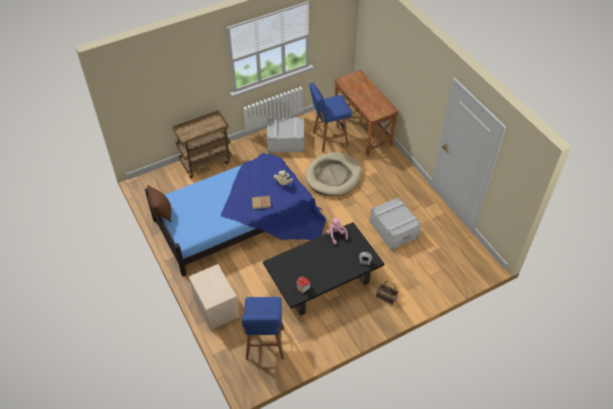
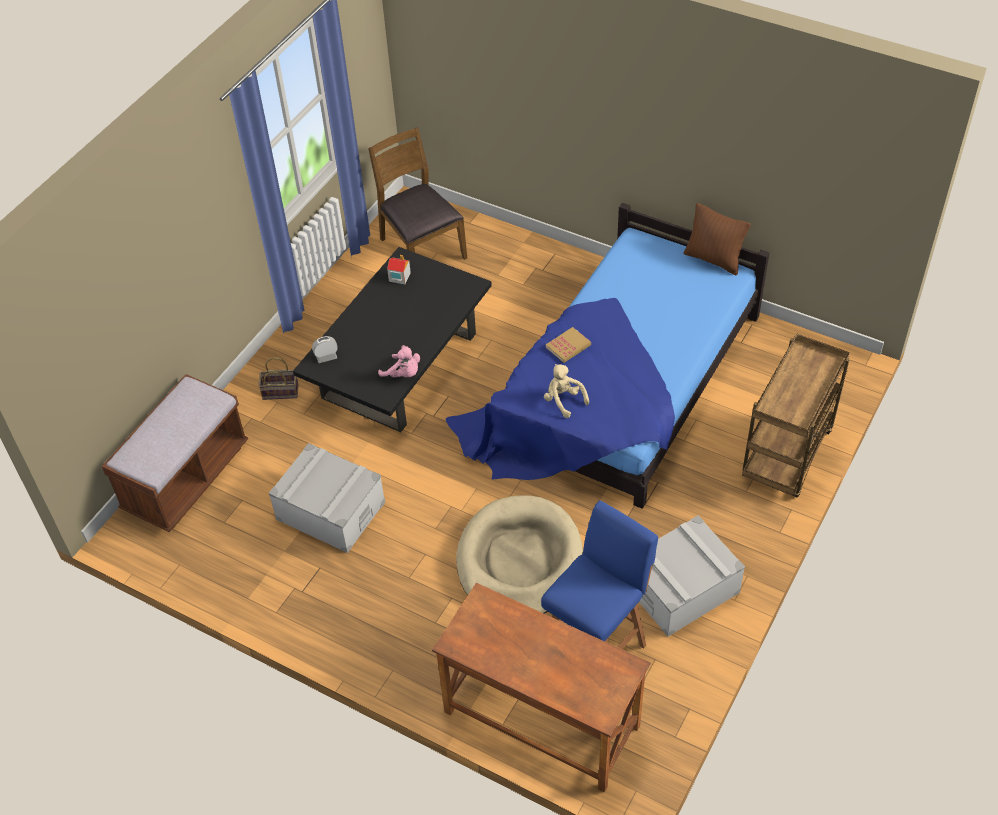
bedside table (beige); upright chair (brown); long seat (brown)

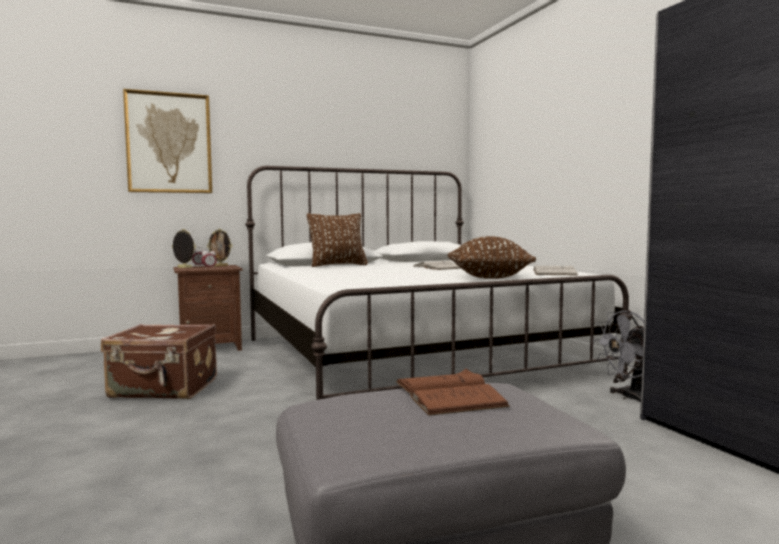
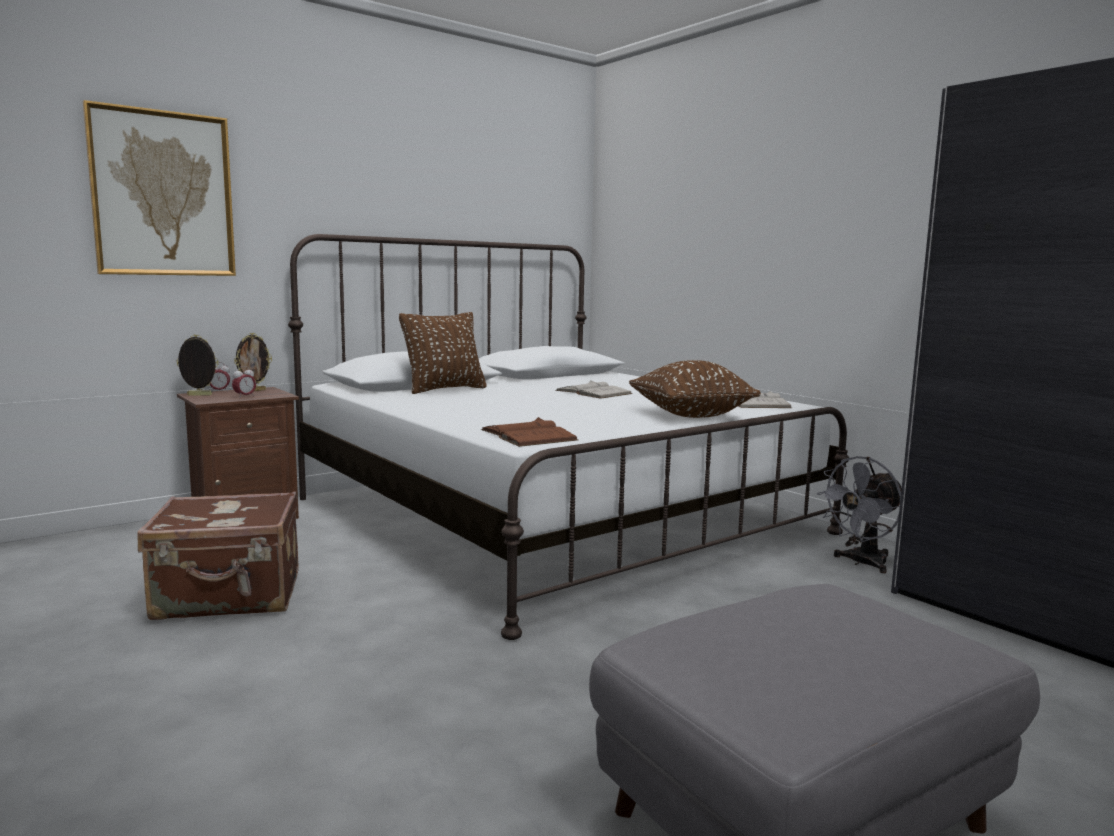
volume (brown)

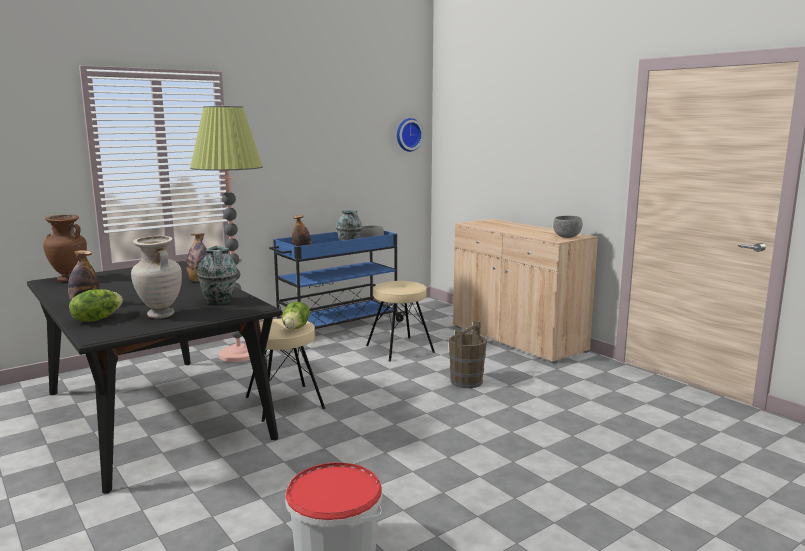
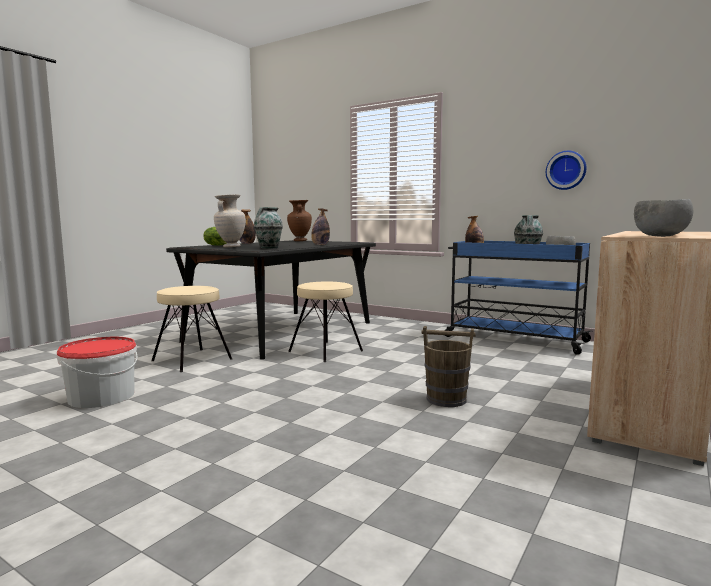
standing lamp; lettuce head (2nd from left in the first image); stool seat (beige) (1st from left); hanging clock

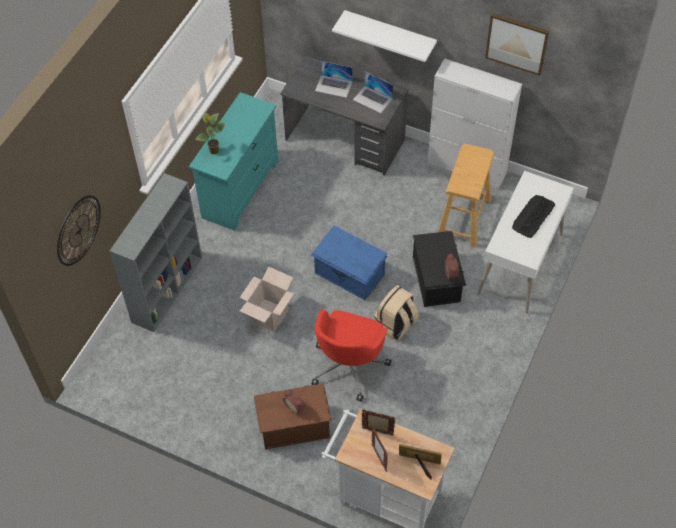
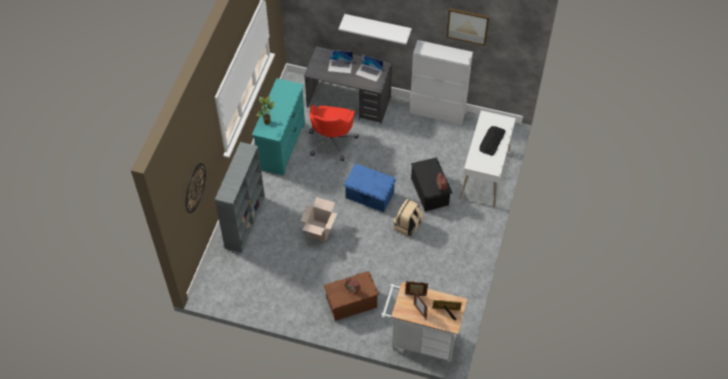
office chair (red-coloured); stool seat (beige)

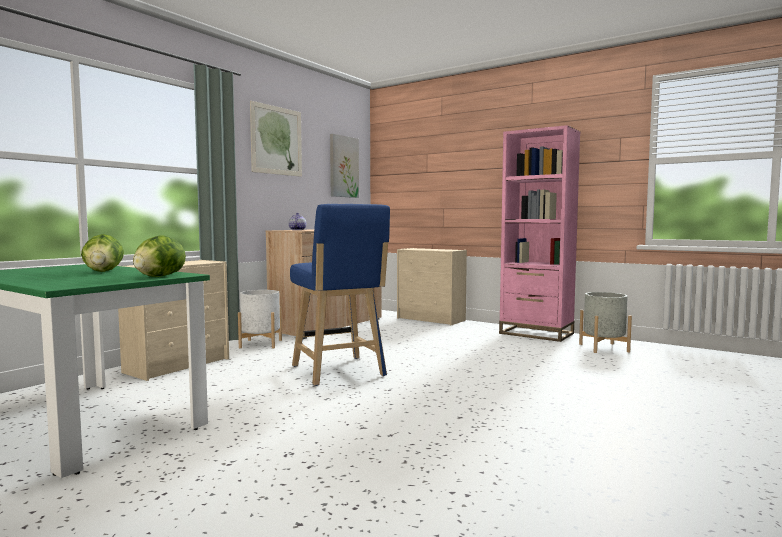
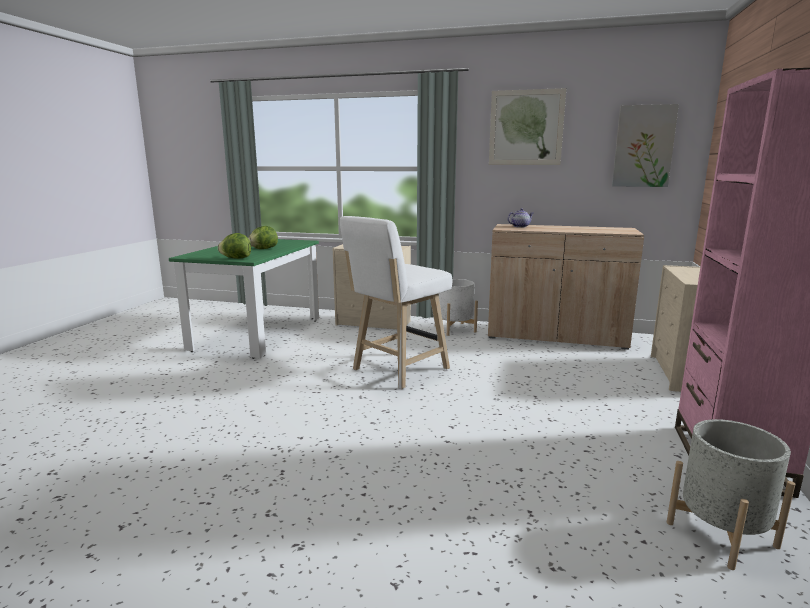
stool seat (whitish)

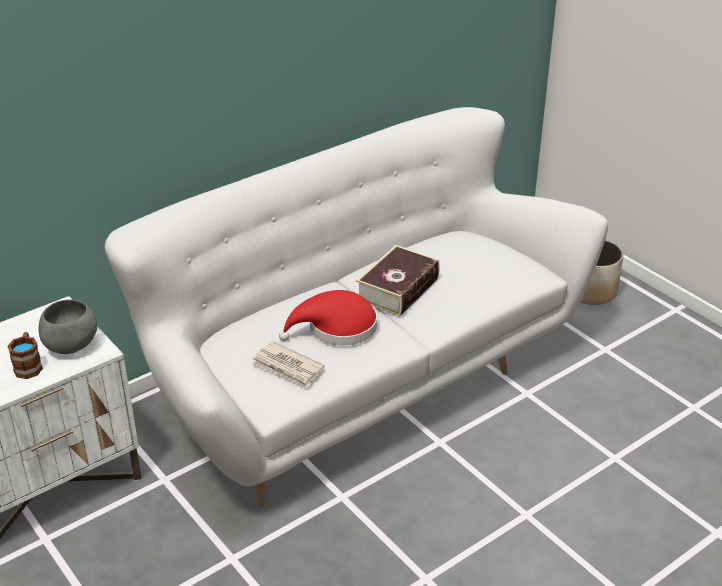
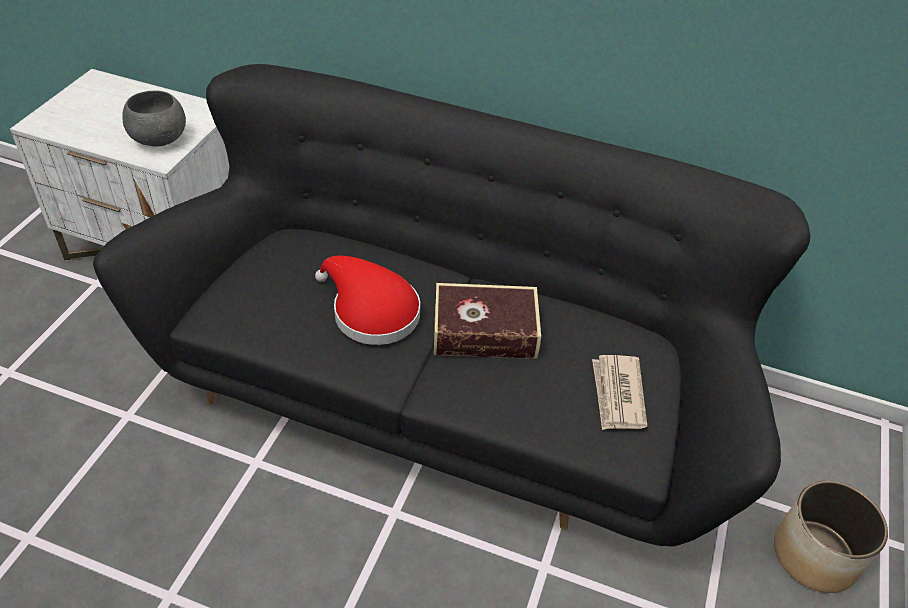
mug; couch (black); daily paper

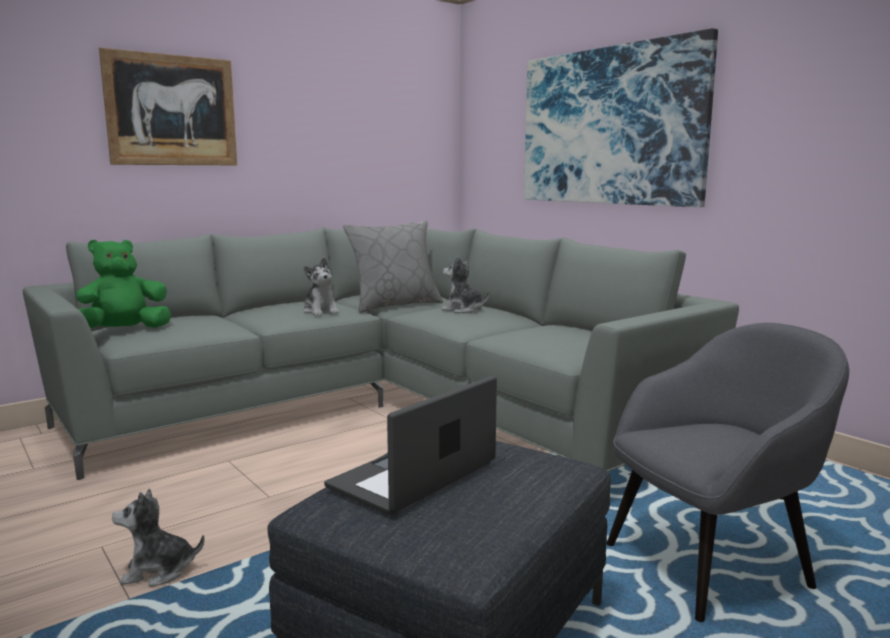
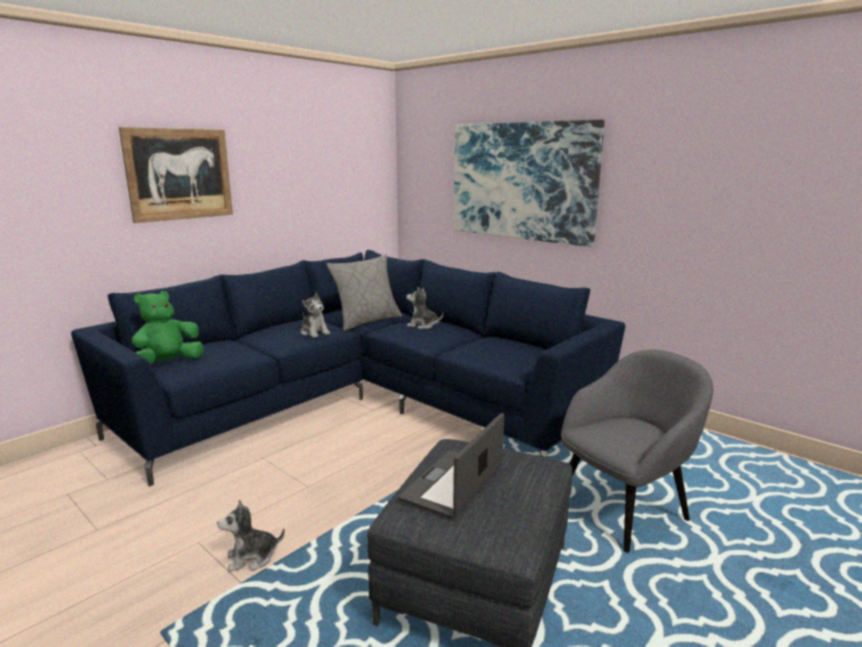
couch (bluish)

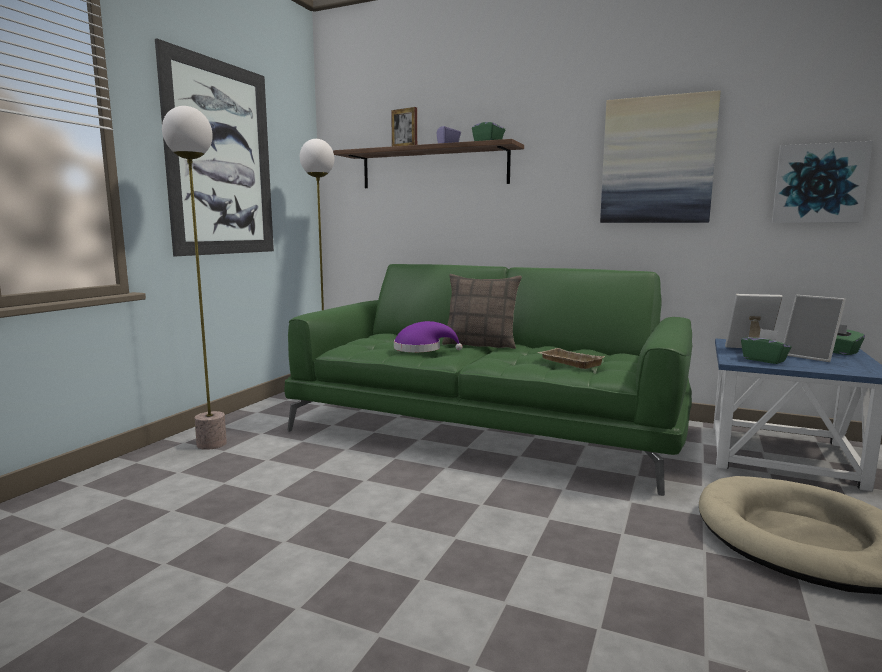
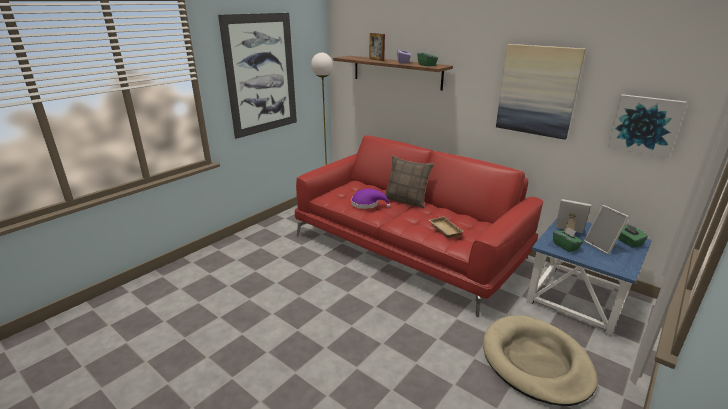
standing lamp (1st from left in the first image); couch (red-coloured)

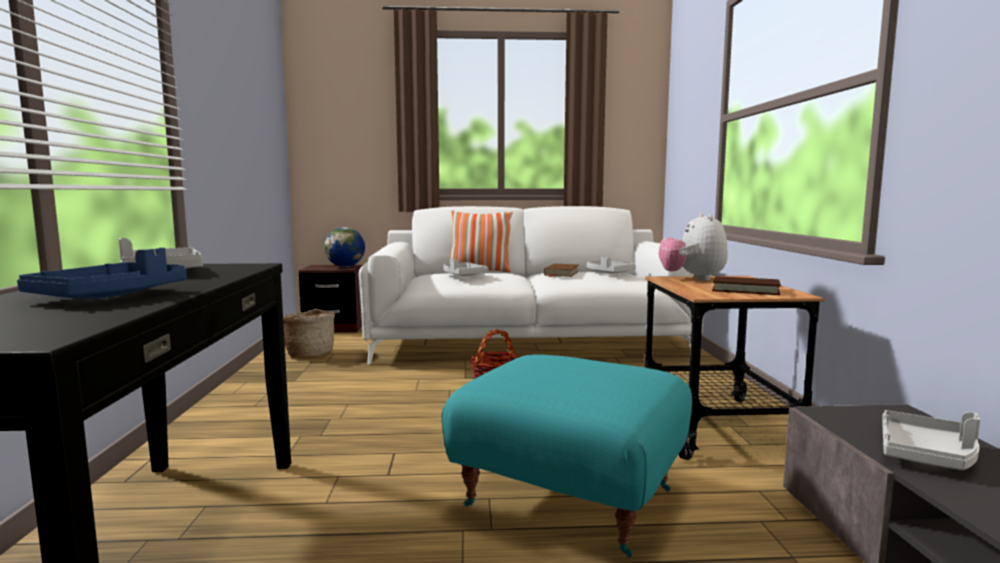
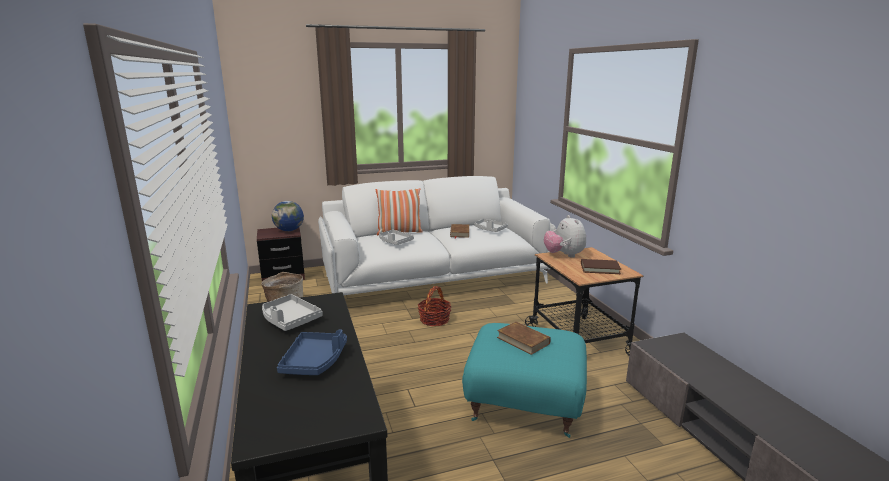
serving tray (grey) (4th from left in the first image); volume (brown) (2nd from left)

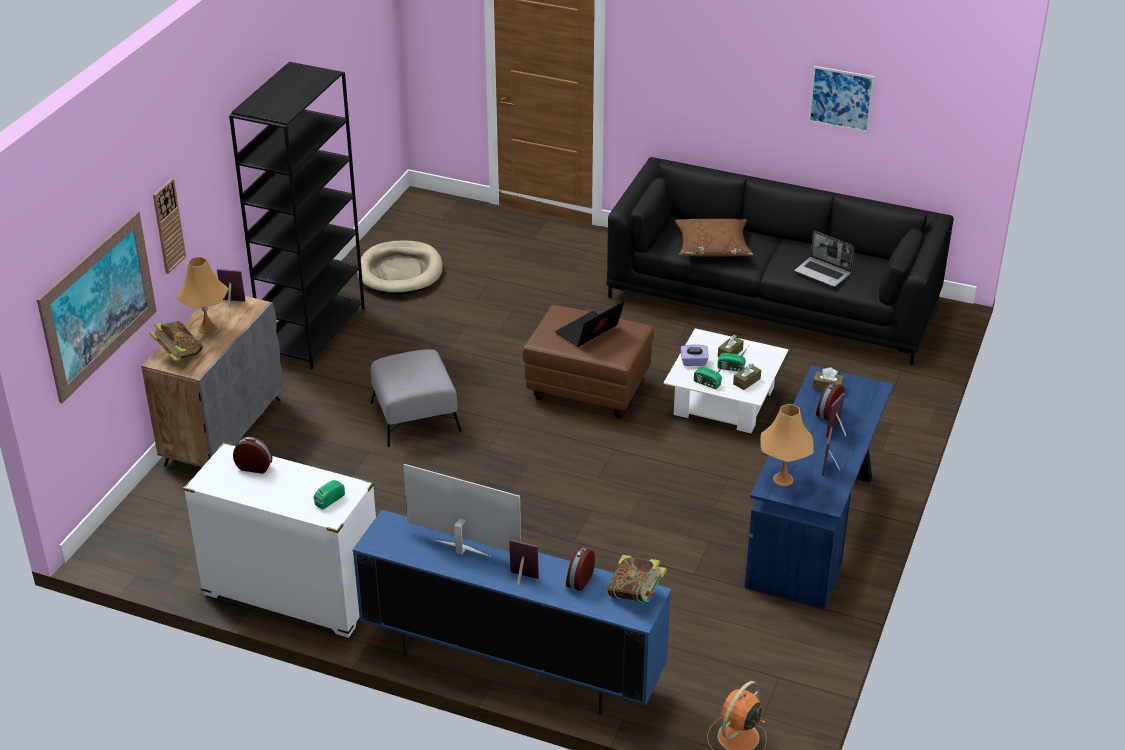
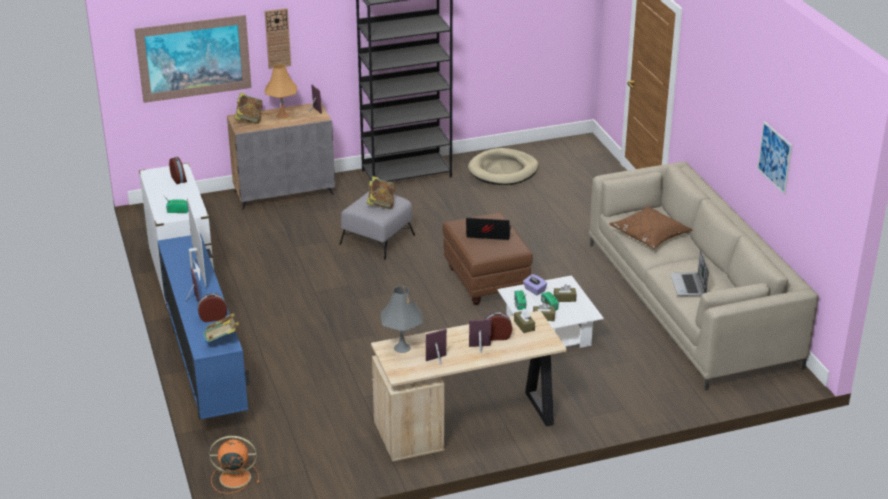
couch (beige); desk (beige); tabletop lamp (grey); volume (3rd from left)

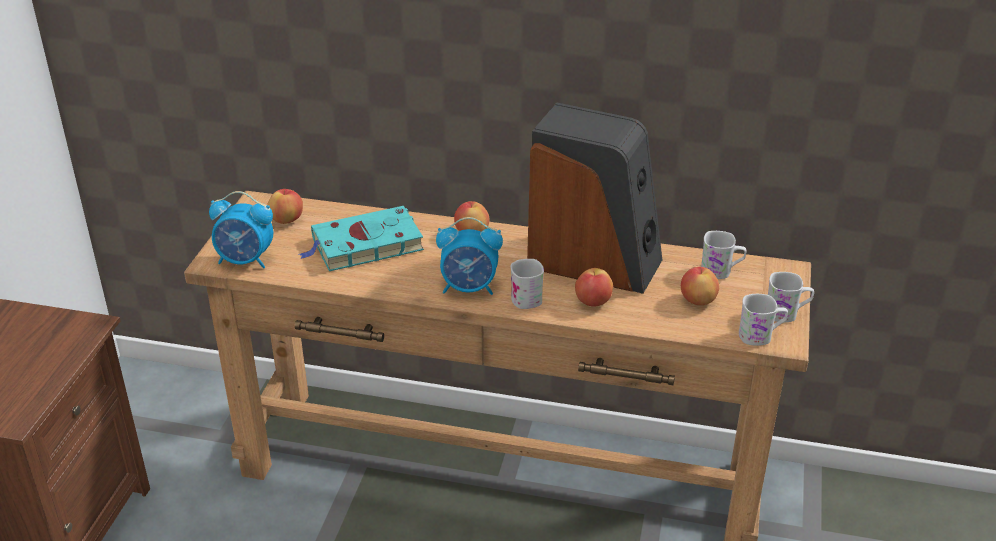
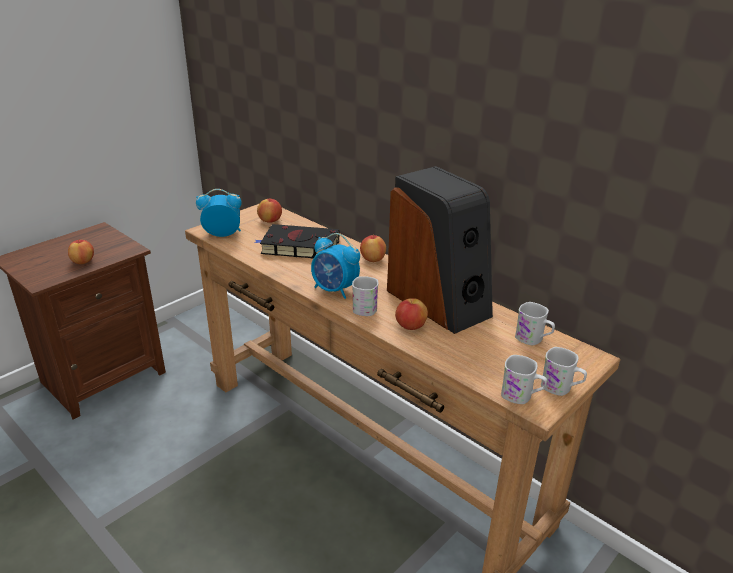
table clock (1st from left); volume (black); whole apple (1st from left)

